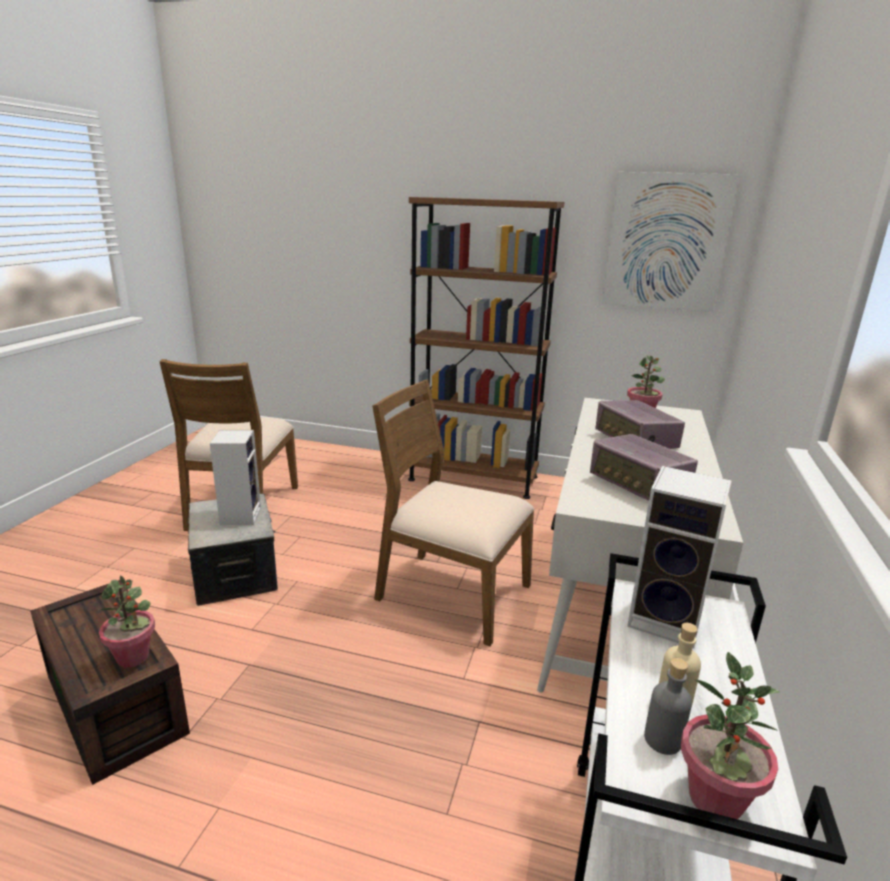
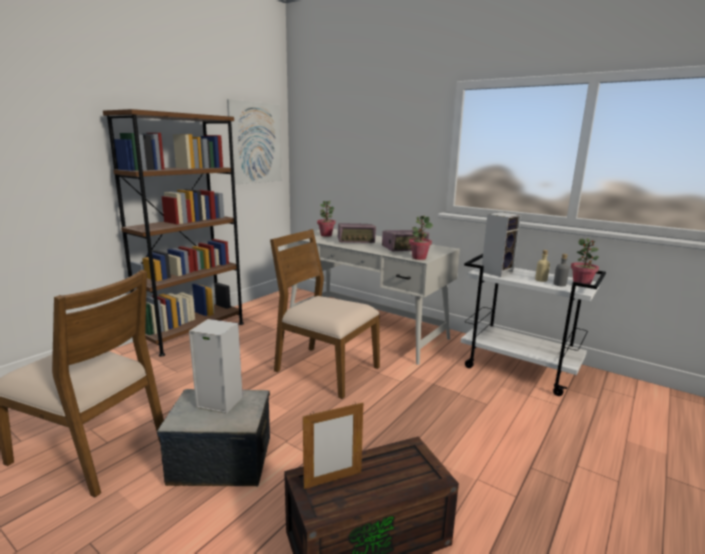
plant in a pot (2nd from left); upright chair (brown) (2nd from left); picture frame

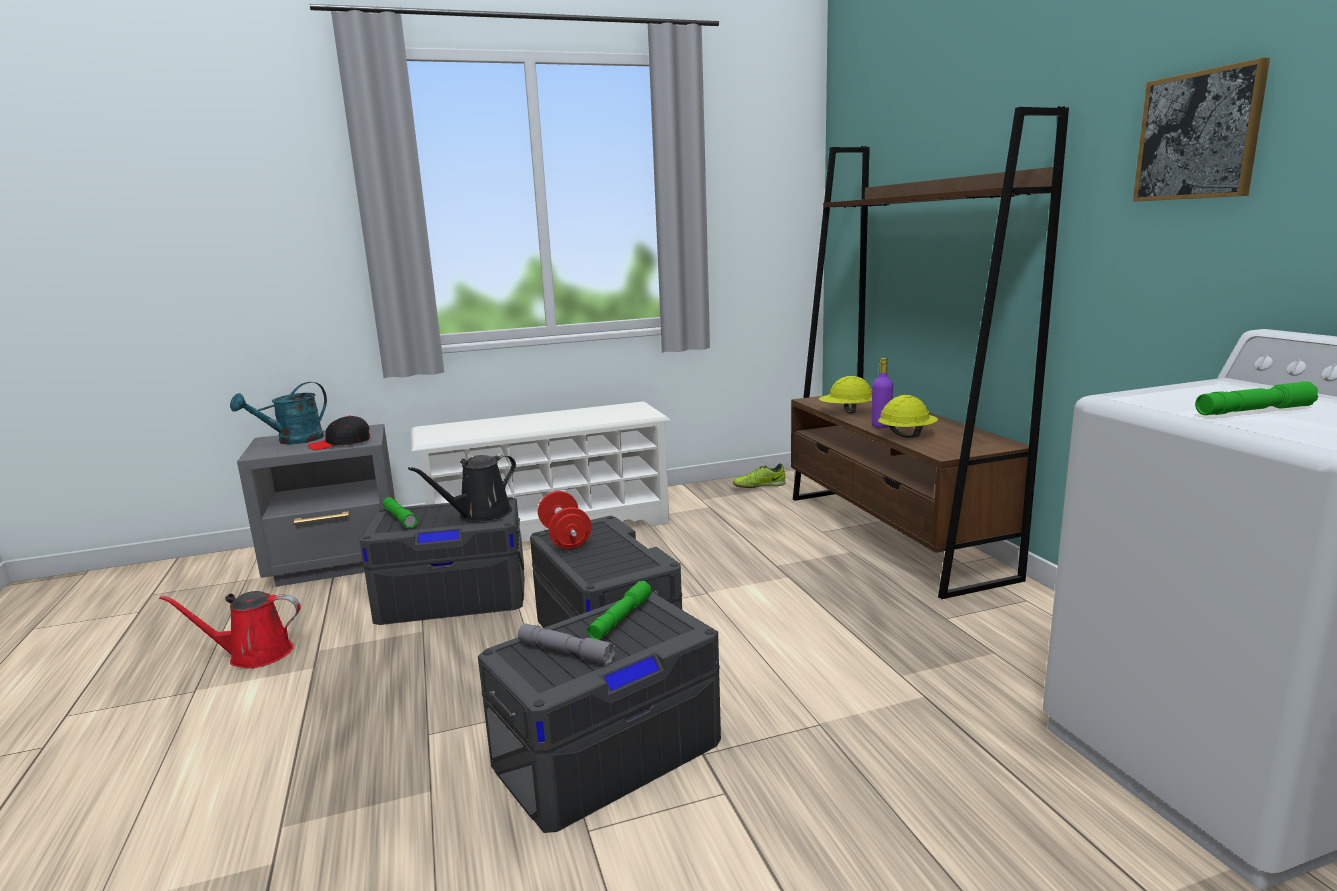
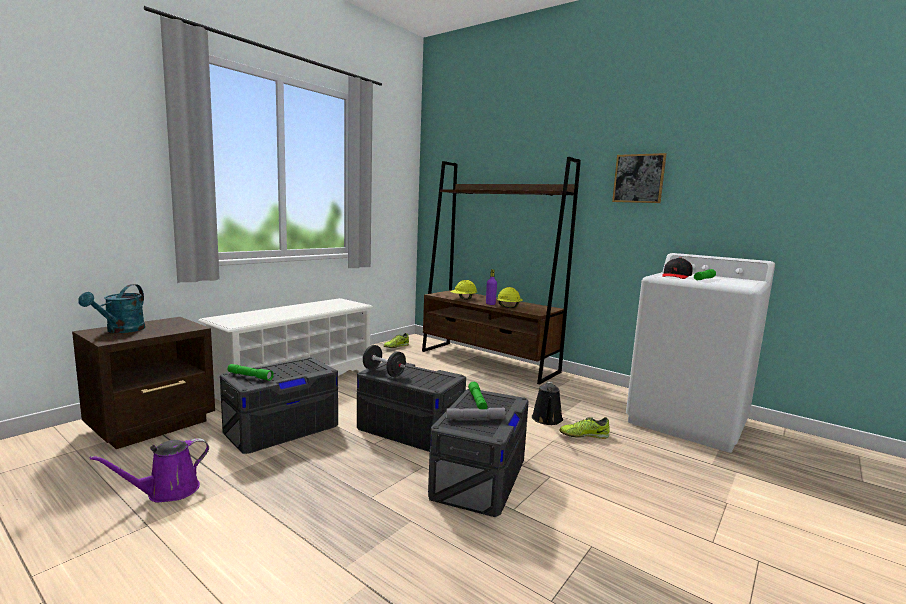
watering pot (purplish); bedside table (brown); peaked cap (black); watering pot (black); dumbbell (black); item of footwear (2nd from left)

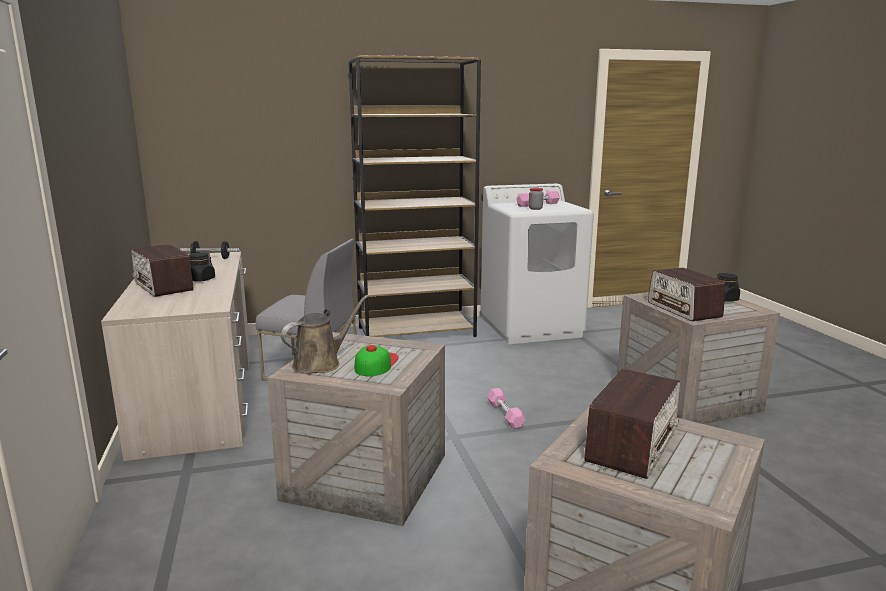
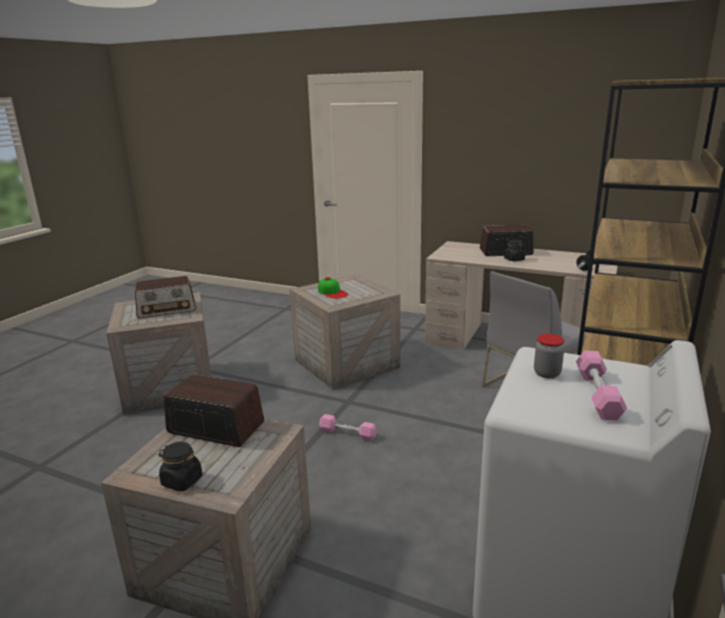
watering pot (brown); radio receiver (1st from left)

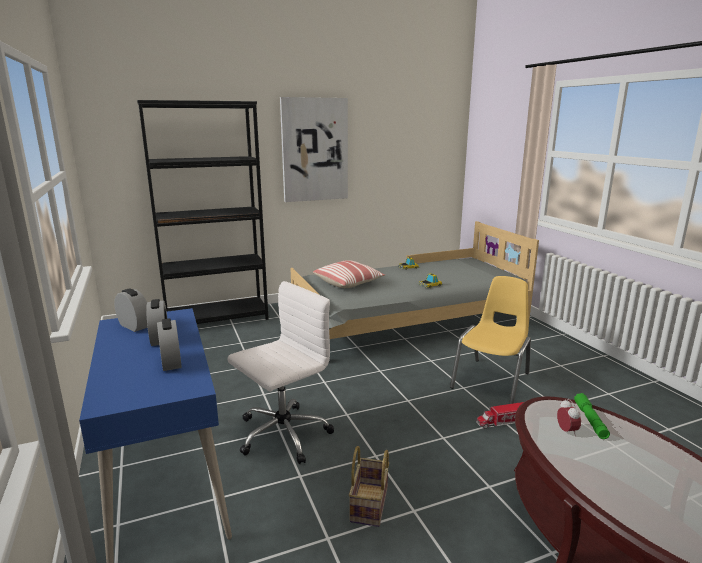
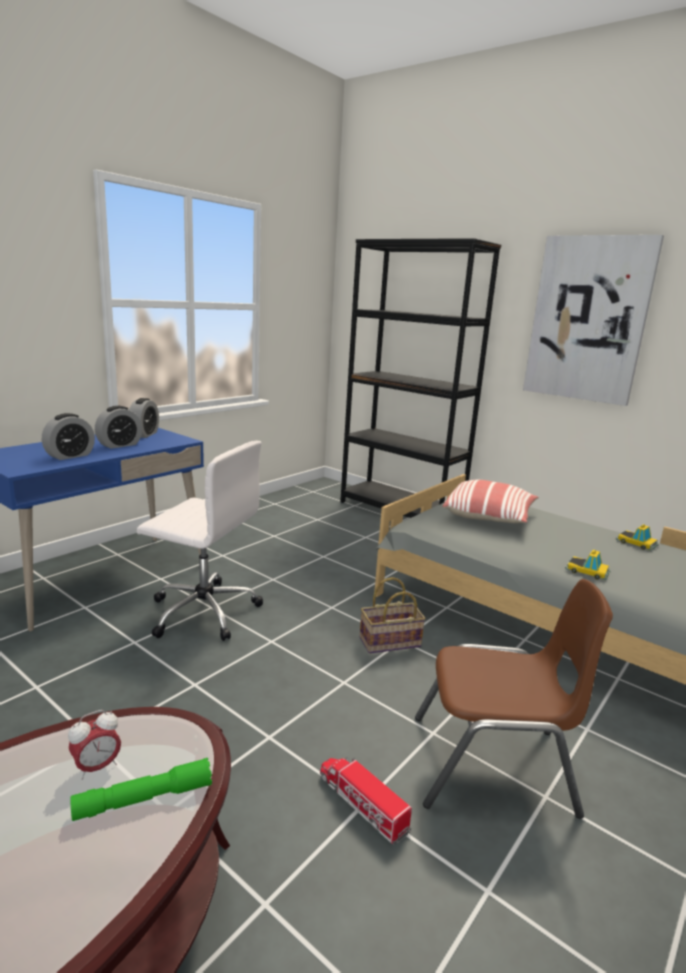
household basket; upright chair (brown)

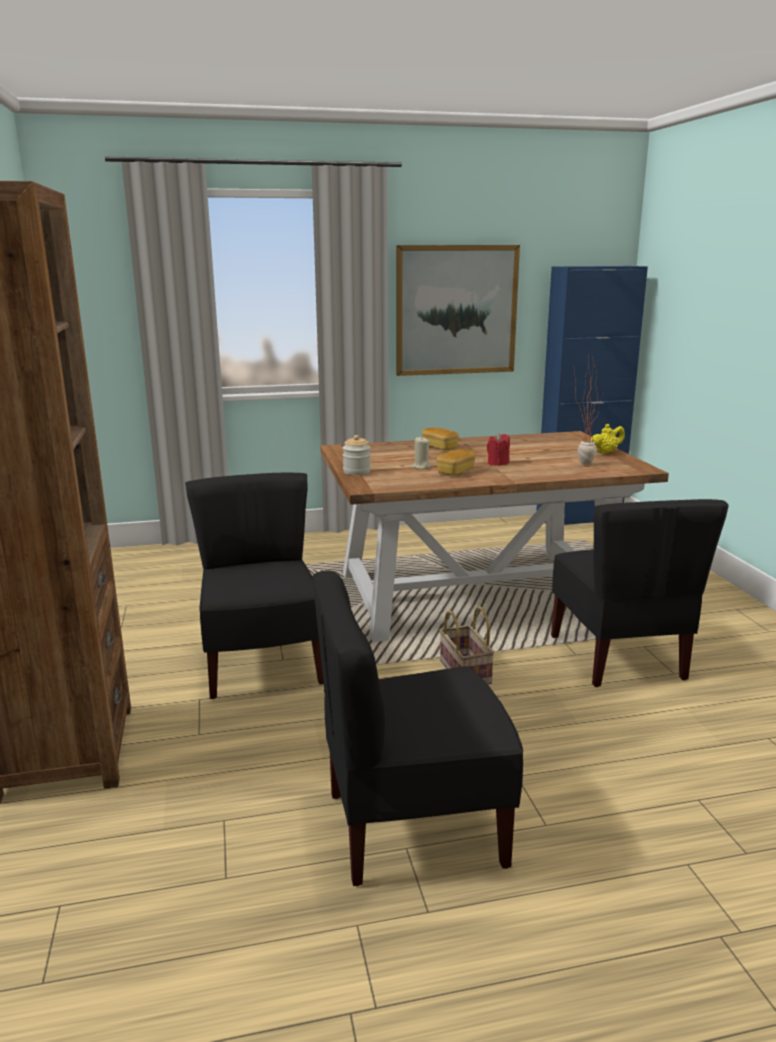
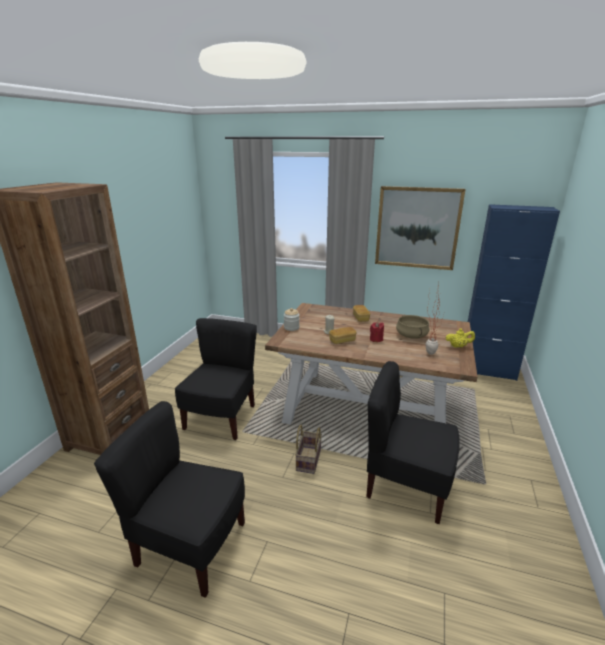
upright chair (black) (3rd from left); cooking pot (beige)

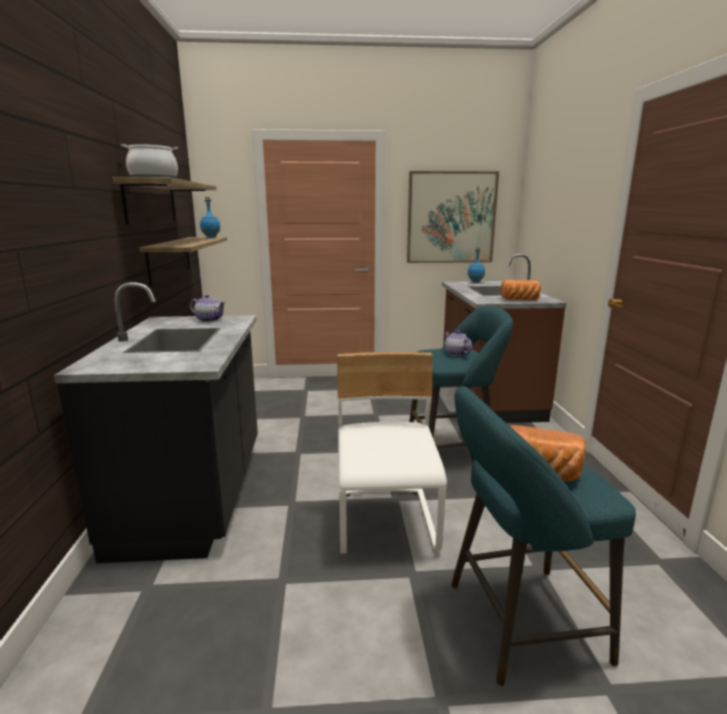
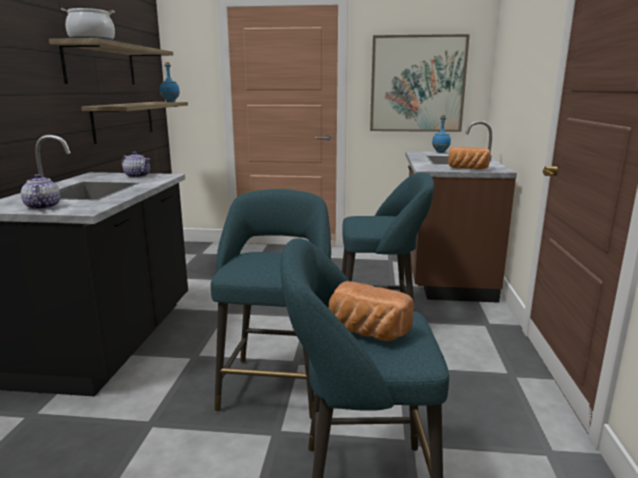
stool seat (turquoise) (1st from left); teapot (1st from left)

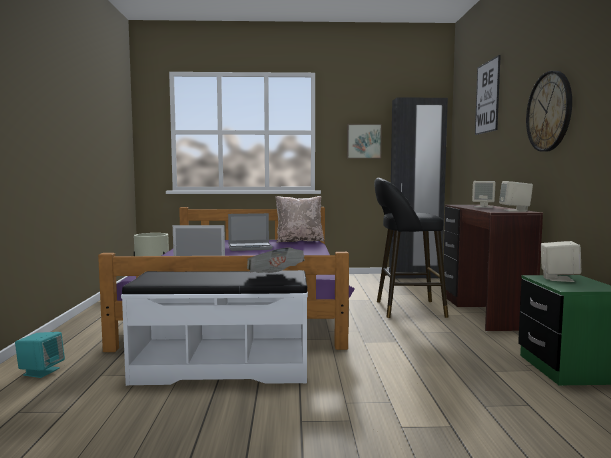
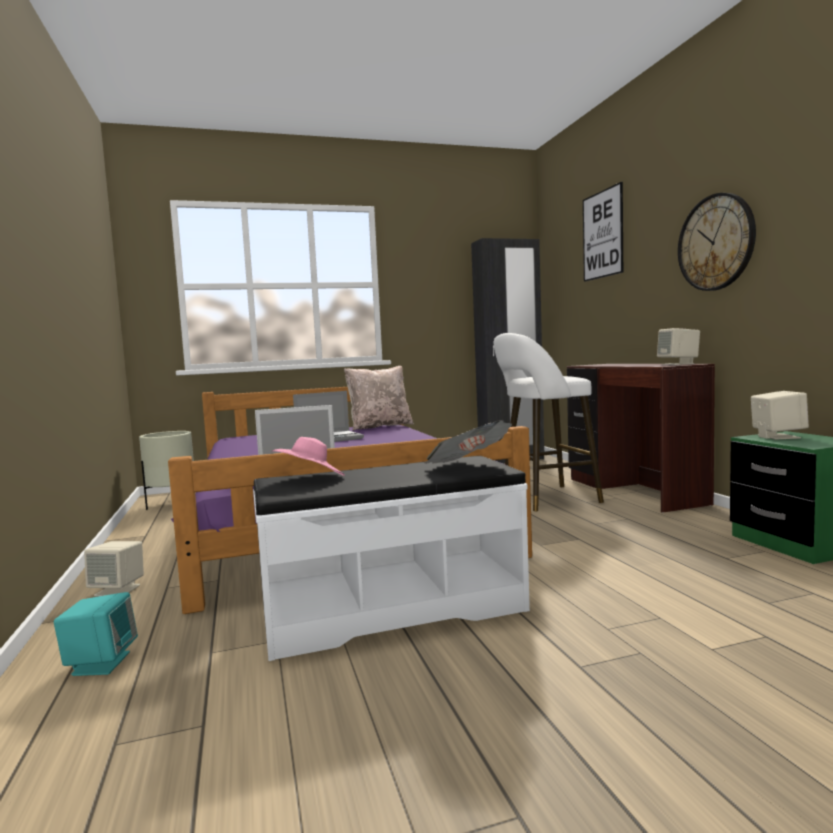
picture (1st from left in the first image); stool seat (whitish); audio speaker (beige) (1st from left); hat (pink)

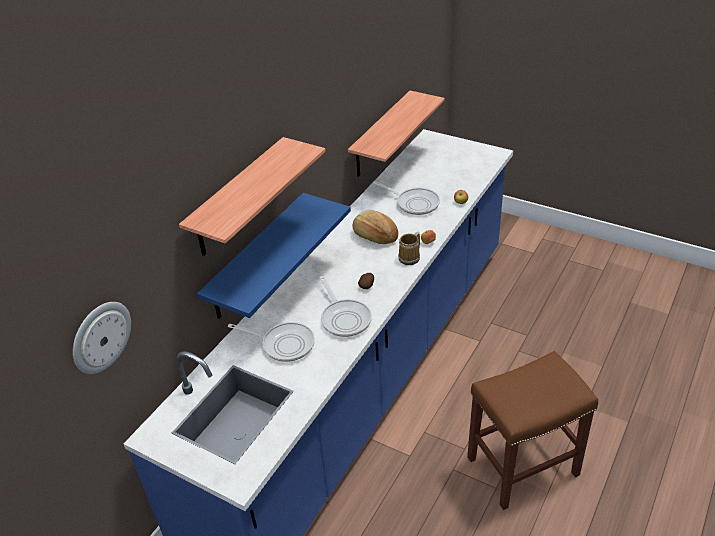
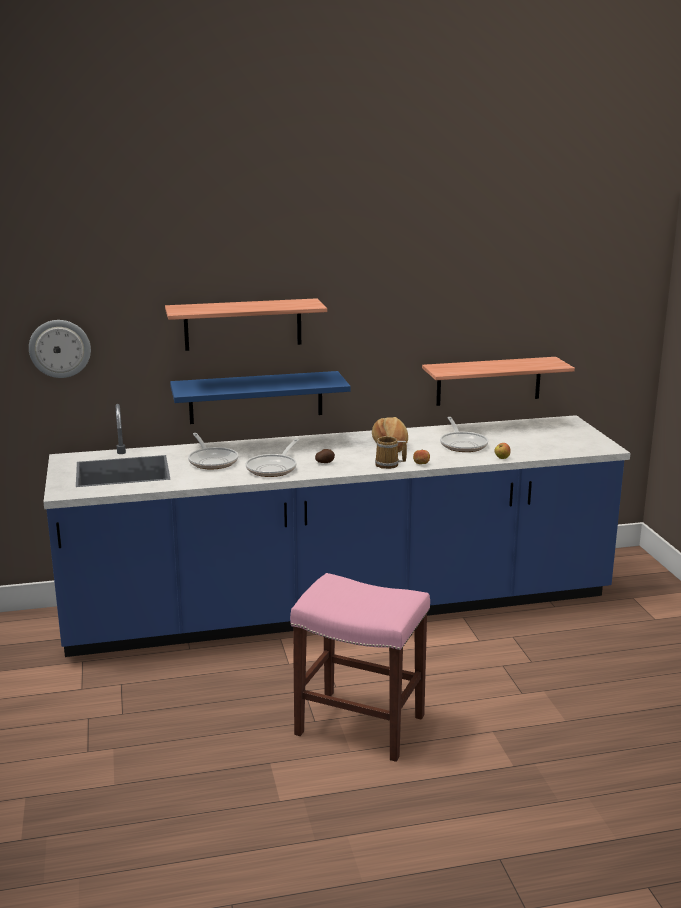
stool seat (pink)

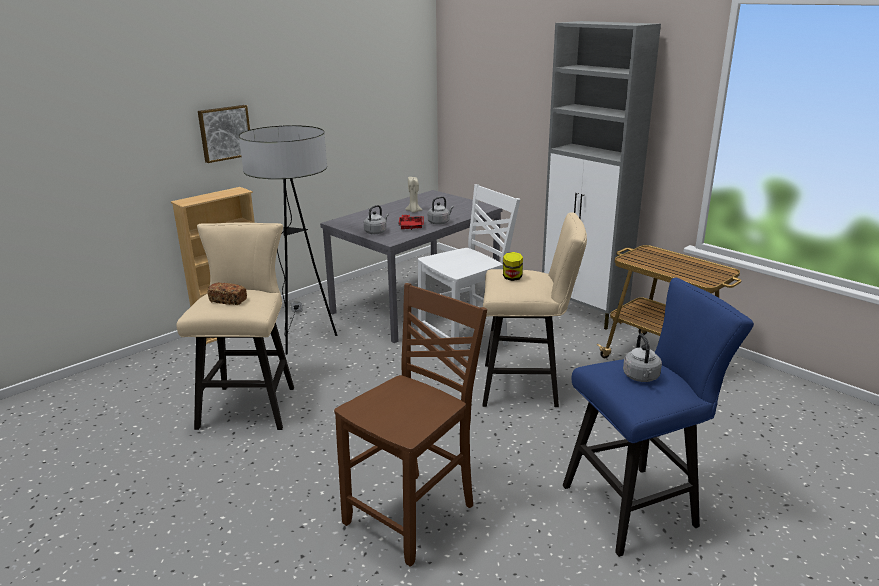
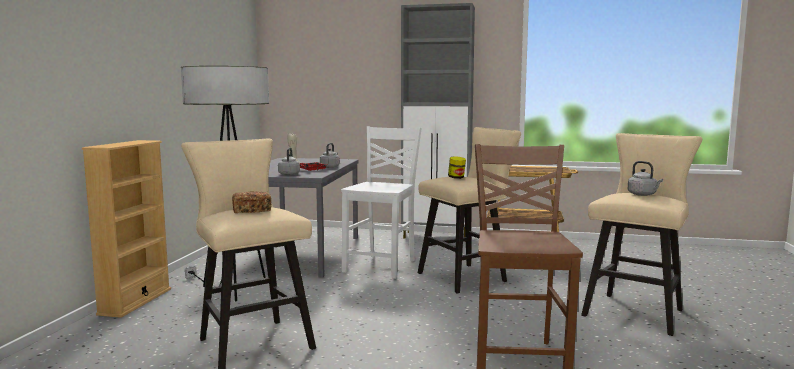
picture; stool seat (beige) (3rd from left)

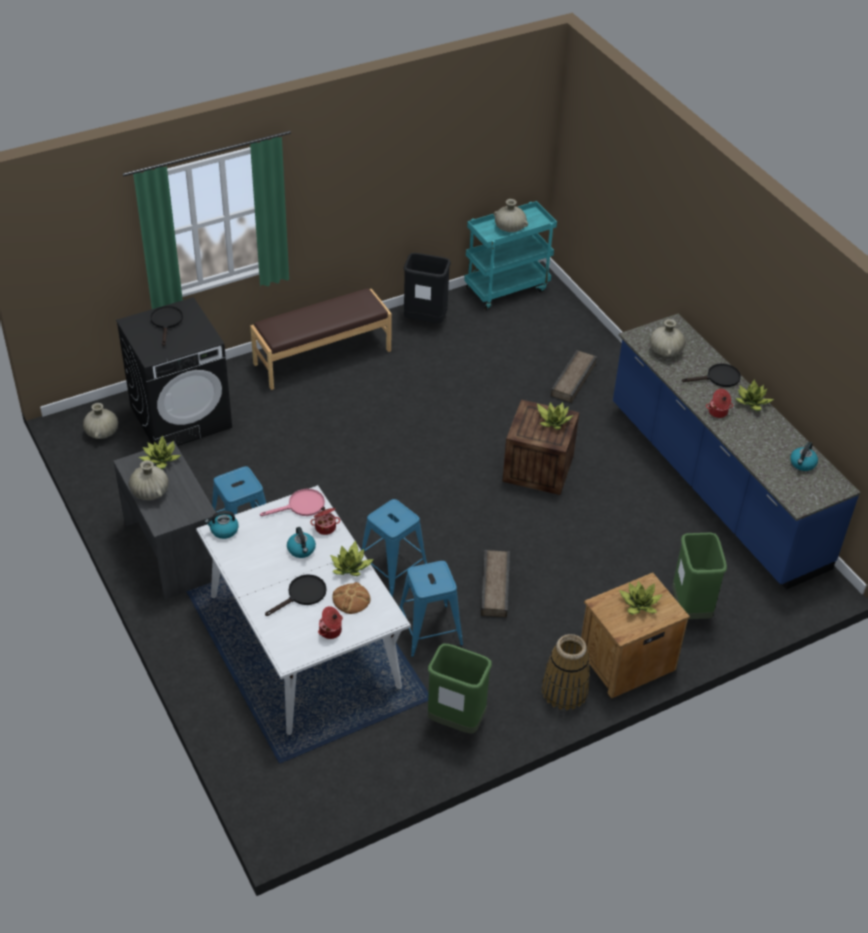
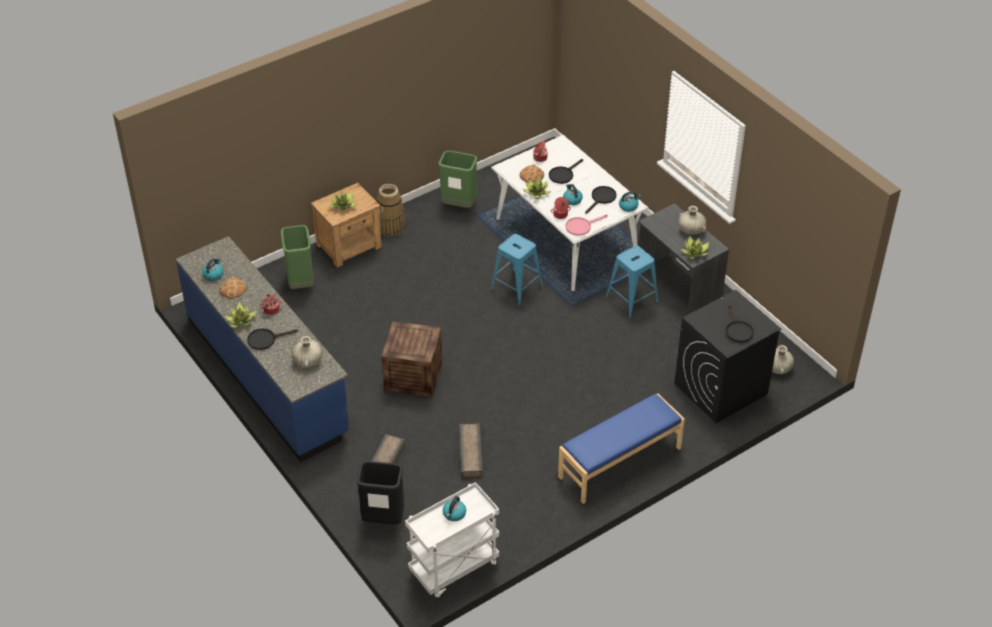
long seat (bluish); stool seat (bluish) (3rd from left in the first image); waste bin (black); cart (whitish); shipping crate (3rd from left); tea kettle (2nd from left); plant in a pot (3rd from left in the first image); baked bread (1st from left); frying pan (black) (3rd from left)

